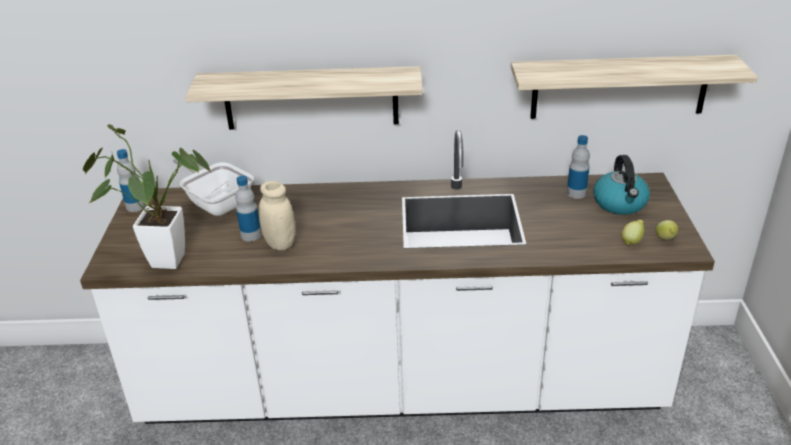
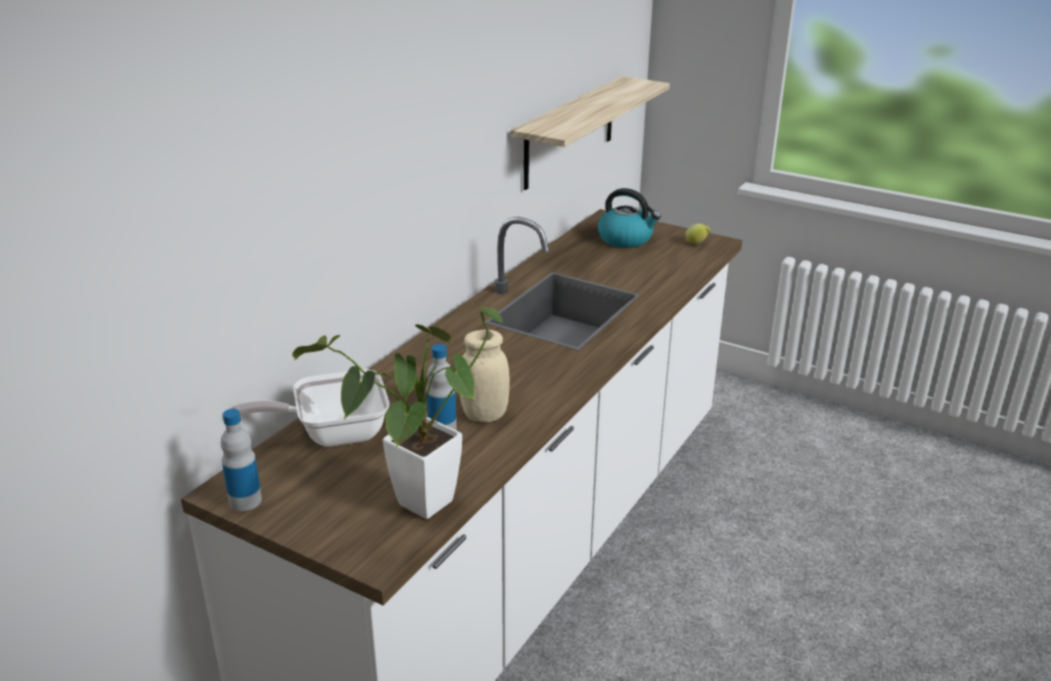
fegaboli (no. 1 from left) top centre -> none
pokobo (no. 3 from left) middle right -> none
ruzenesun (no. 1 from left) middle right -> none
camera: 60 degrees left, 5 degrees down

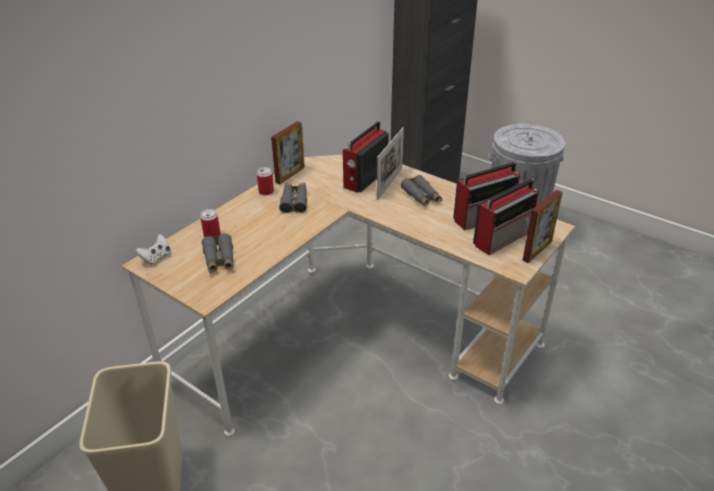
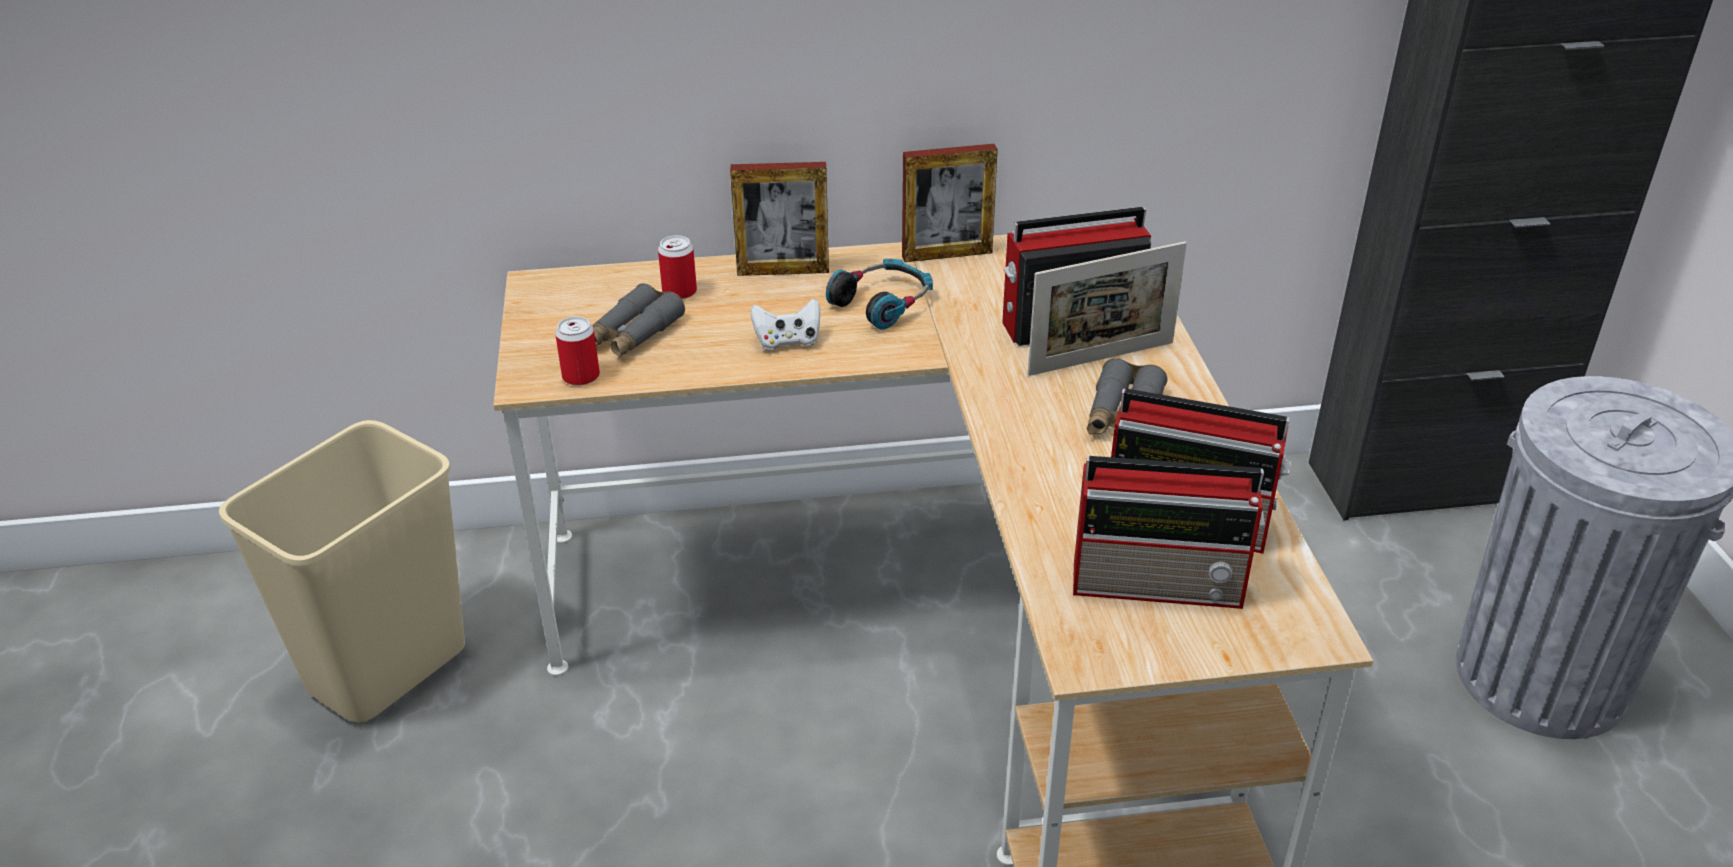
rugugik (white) middle left -> rugugik (white) centre, relocated
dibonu (no. 2 from left in the first image) centre -> dibonu (no. 1 from left) middle left, relocated
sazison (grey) (no. 2 from left) centre -> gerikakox centre
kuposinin (no. 3 from left in the first image) middle right -> kuposinin (no. 1 from left) top centre, relocated
camera: 45 degrees right, 0 degrees up

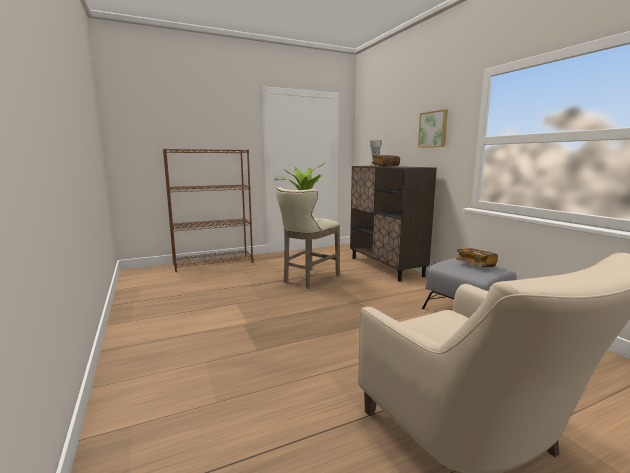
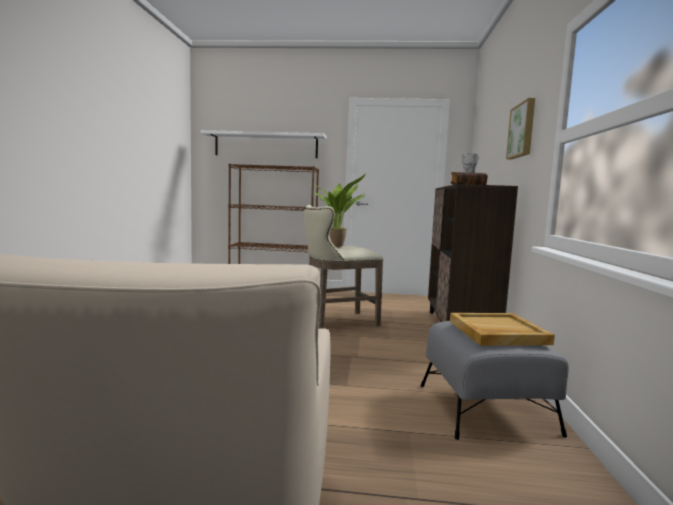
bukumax (no. 2 from left) middle right -> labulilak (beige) middle right
none -> fegaboli (white) top centre
camera: 30 degrees right, 5 degrees down

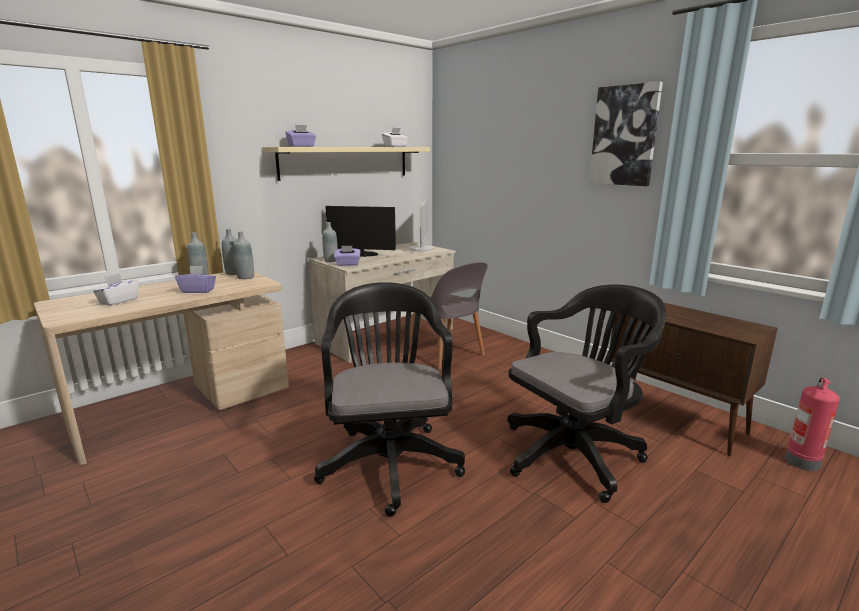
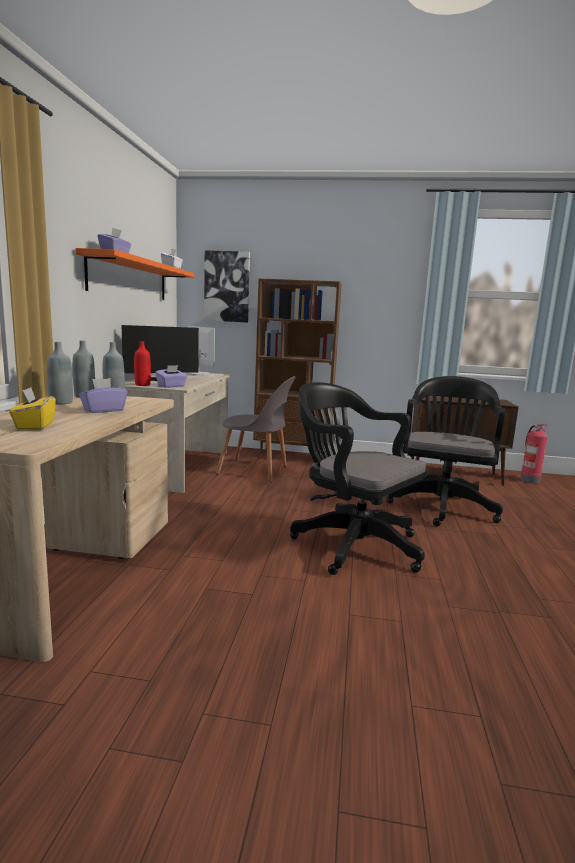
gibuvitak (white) (no. 1 from left) middle left -> gibuvitak (yellow) middle left
fegaboli (beige) top centre -> fegaboli (orange) top left
pokobo (grey) (no. 4 from left) centre -> pokobo (red) middle left
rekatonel top right -> rekatonel top centre, relocated
none -> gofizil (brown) centre
camera: 40 degrees left, 5 degrees down

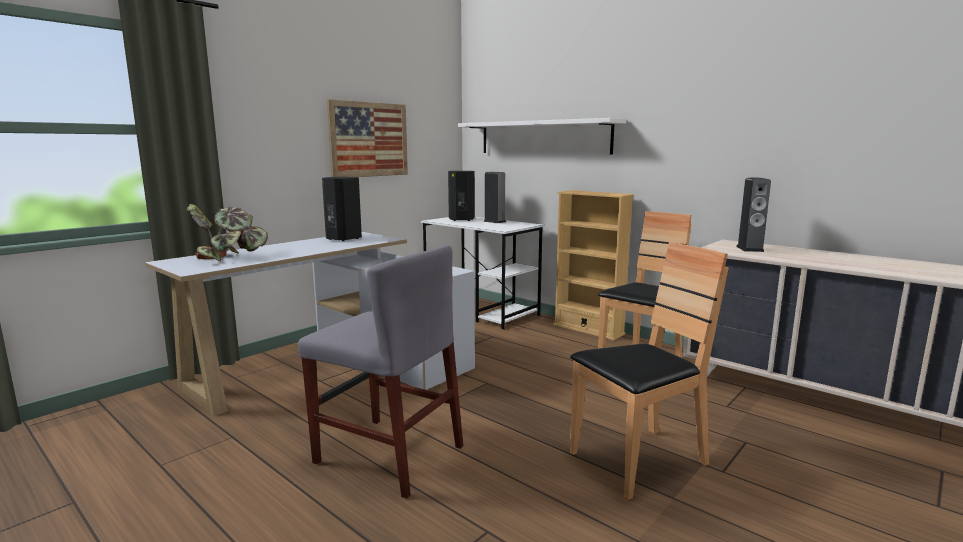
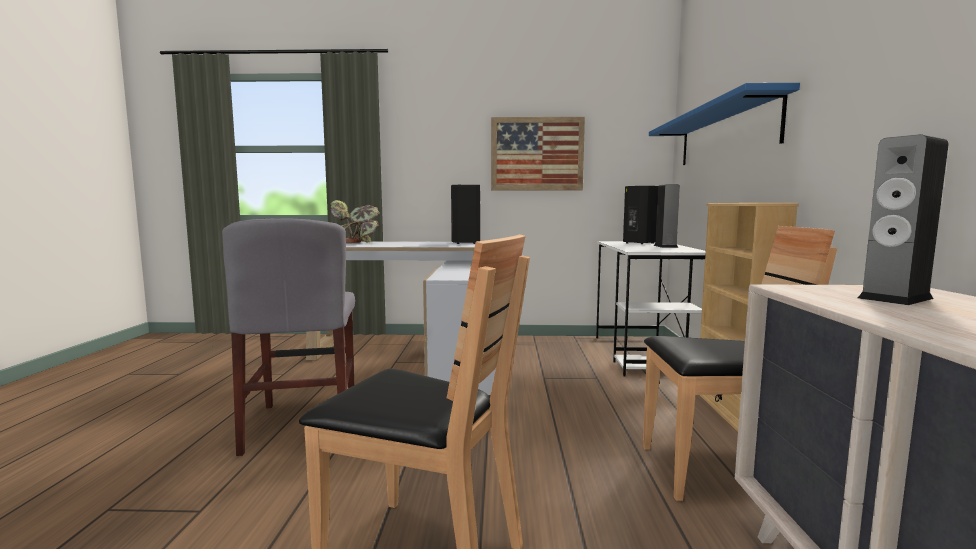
fegaboli (white) top centre -> fegaboli (blue) top right
camera: 50 degrees right, 5 degrees down

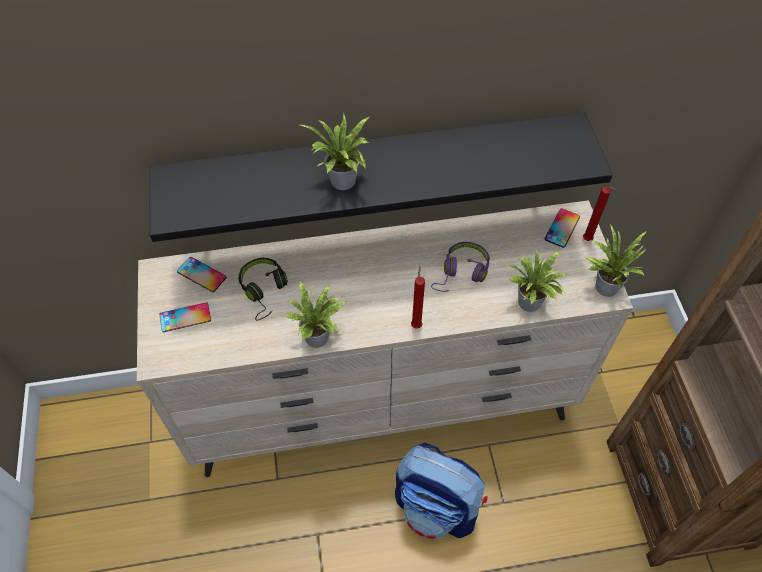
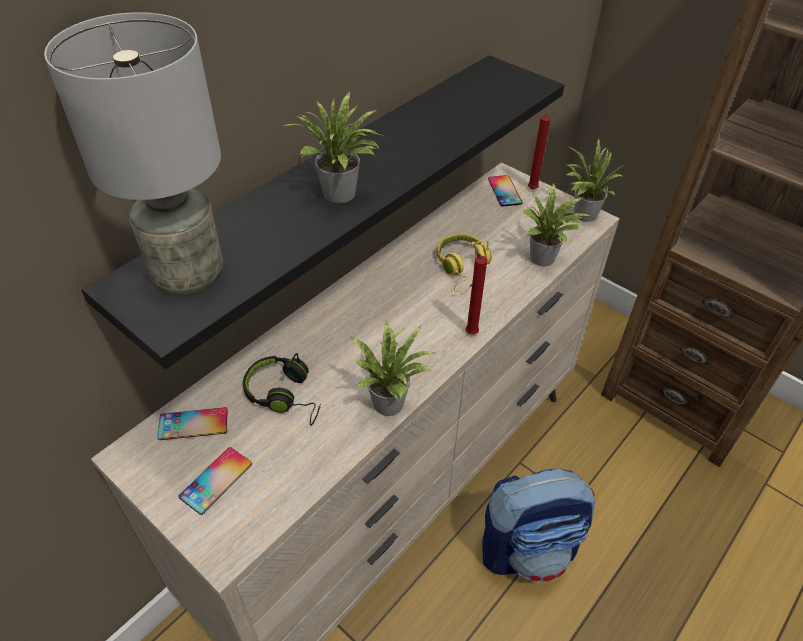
gerikakox (purple) centre -> gerikakox (yellow) centre
none -> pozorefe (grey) top left
camera: 40 degrees left, 10 degrees down

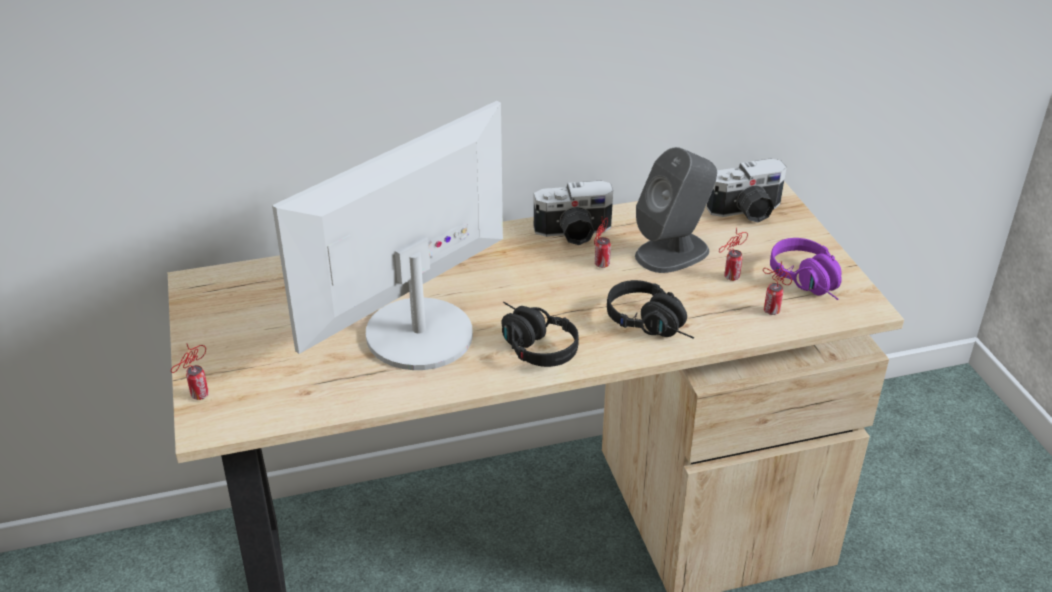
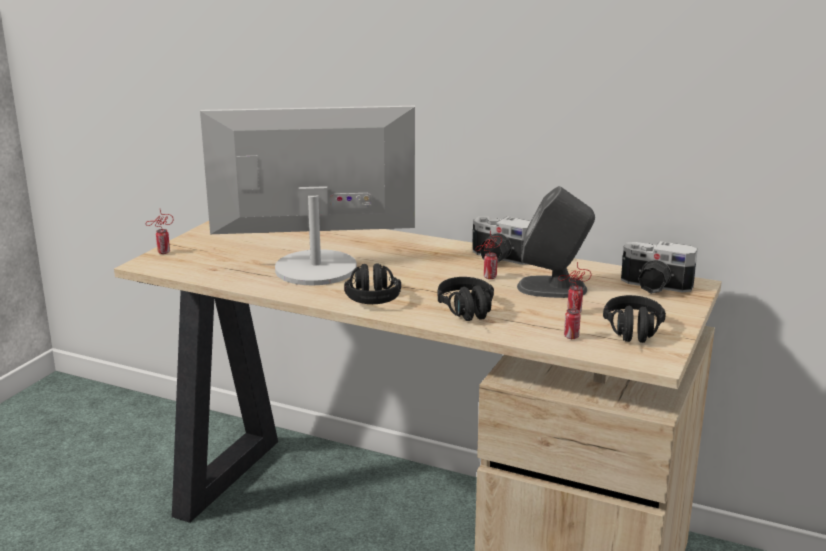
gerikakox (purple) middle right -> gerikakox (black) (no. 3 from left) middle right
camera: 40 degrees right, 15 degrees down

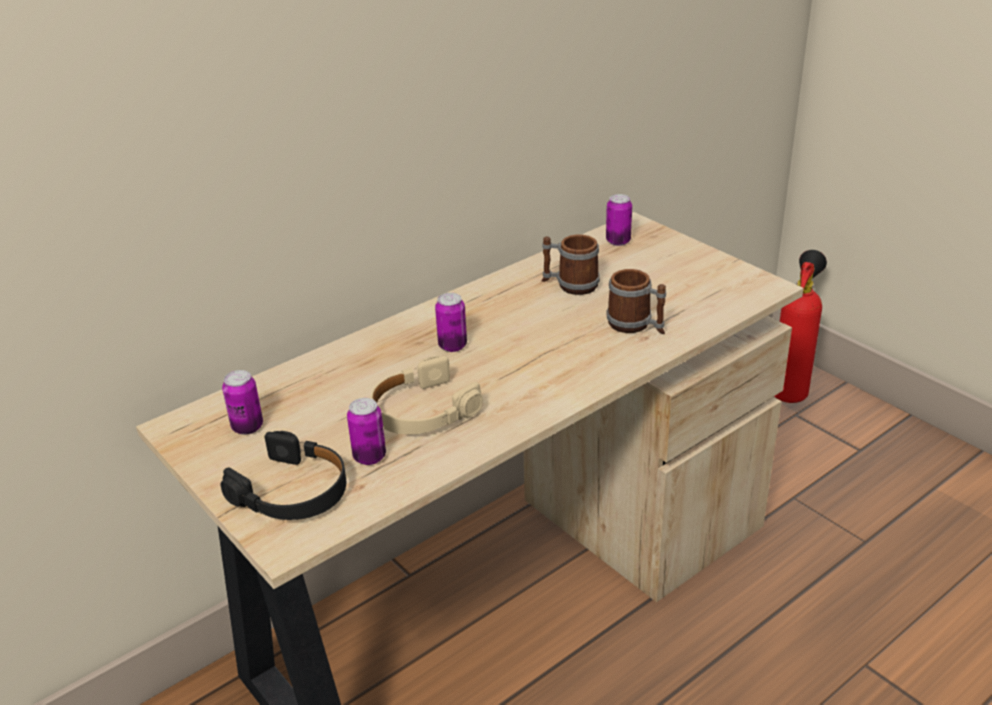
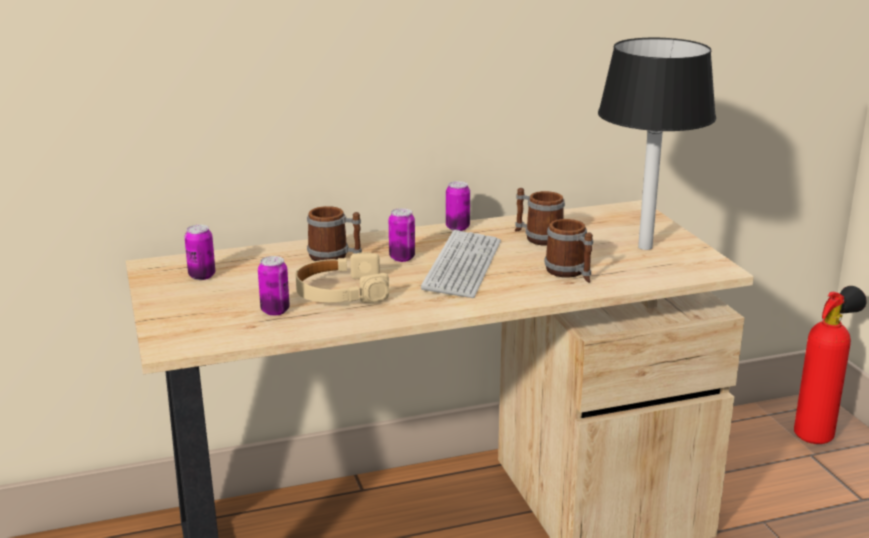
gerikakox (black) bottom left -> none
dibonu (no. 4 from left) top centre -> dibonu (no. 4 from left) centre, relocated
none -> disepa (no. 1 from left) centre
none -> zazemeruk centre
none -> pozorefe (black) top right
camera: 20 degrees right, 10 degrees down

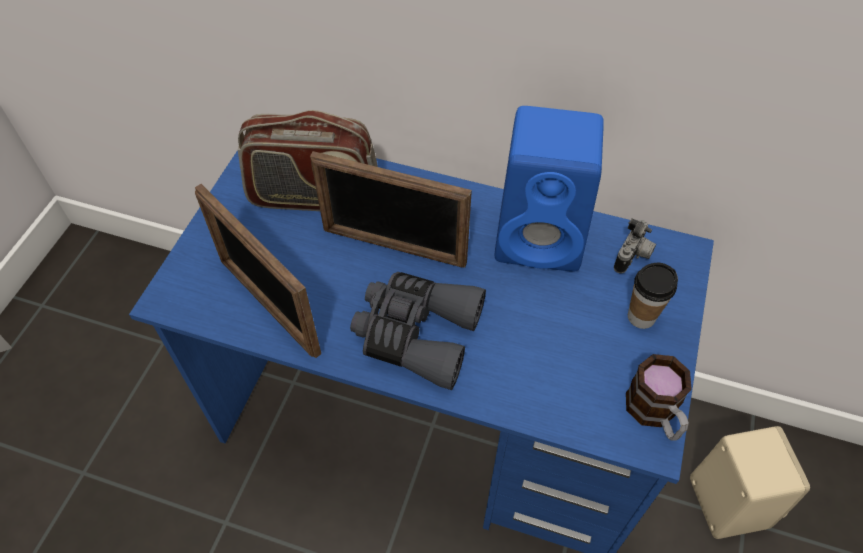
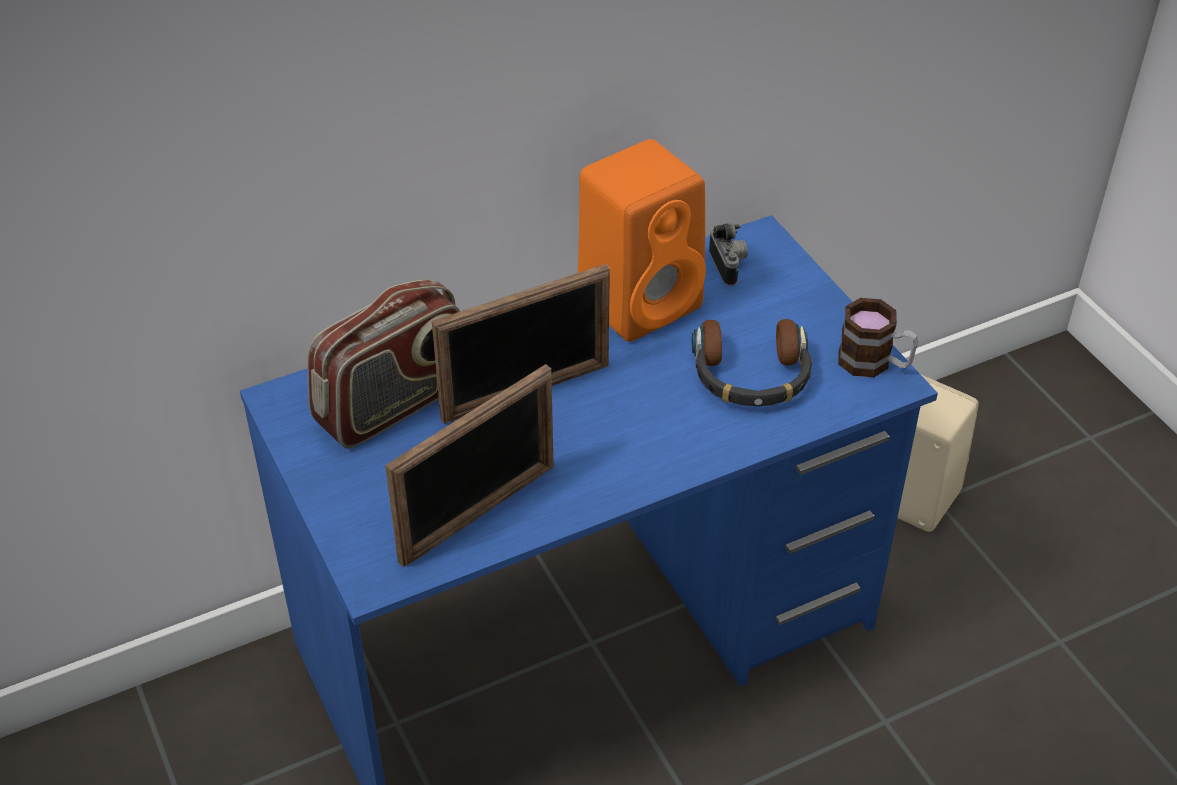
kuposinin (no. 1 from left) middle left -> kuposinin (no. 1 from left) centre, 45 degrees counterclockwise
sazison (grey) centre -> none
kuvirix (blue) centre -> kuvirix (orange) top centre
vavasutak middle right -> none
none -> gerikakox centre
camera: 45 degrees left, 10 degrees down

